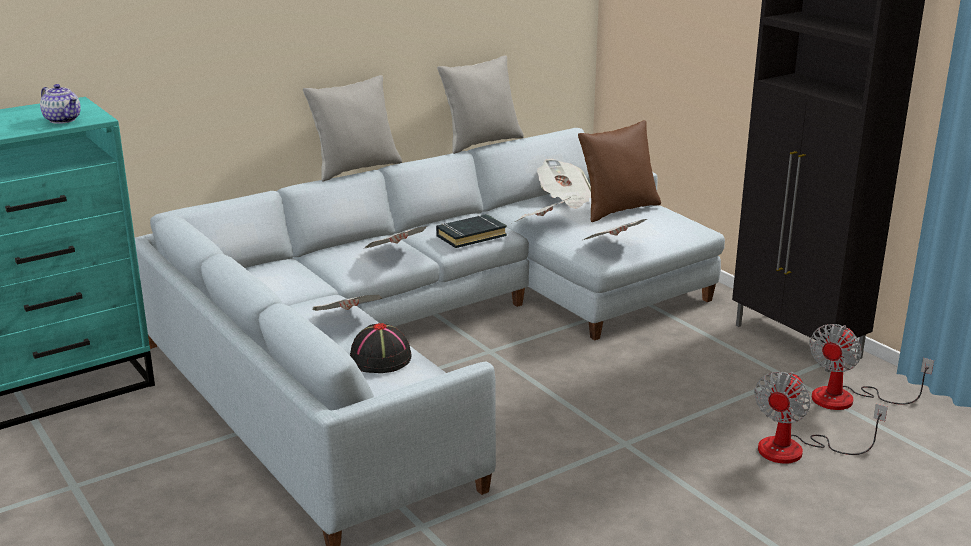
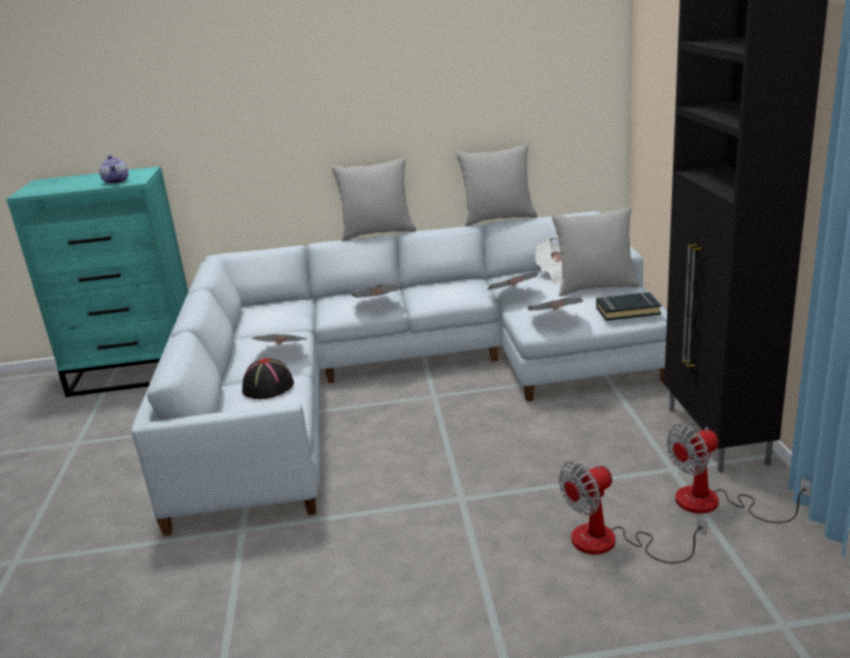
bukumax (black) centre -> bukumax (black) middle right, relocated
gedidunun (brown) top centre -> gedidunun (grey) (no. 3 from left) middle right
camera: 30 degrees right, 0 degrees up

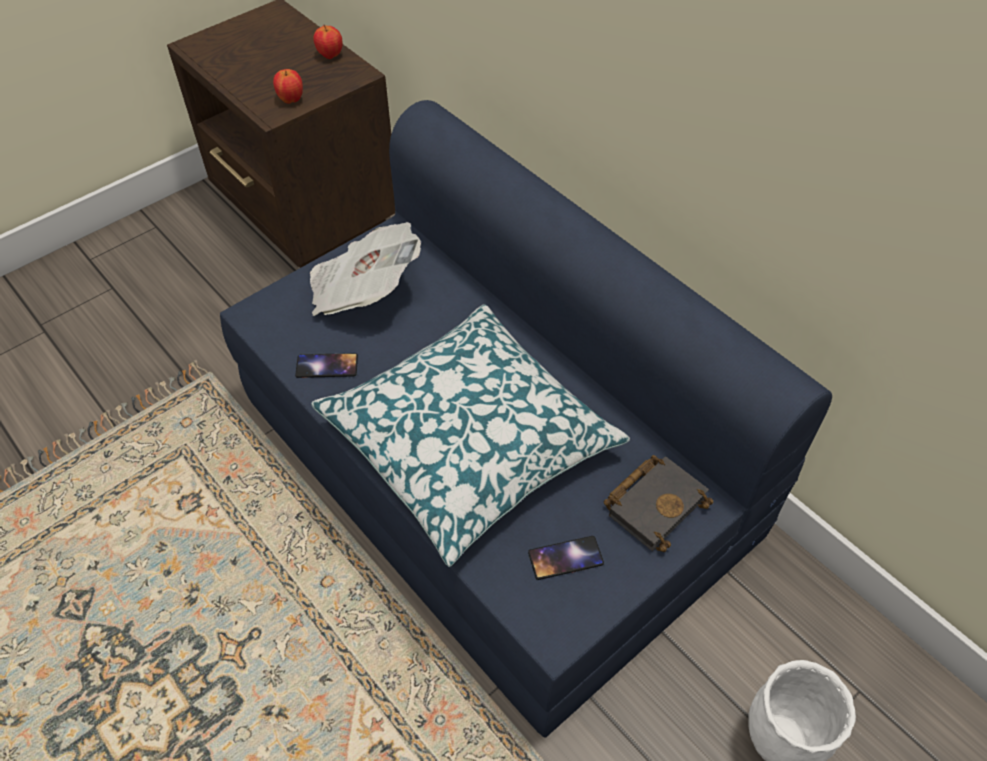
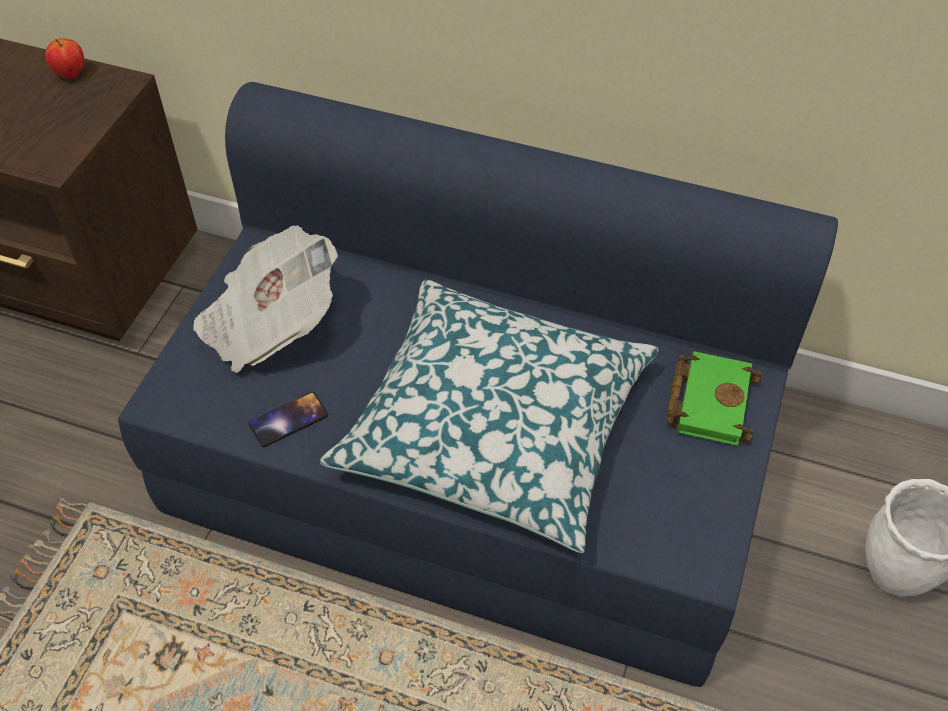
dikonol (no. 1 from left) top left -> none
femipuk (no. 2 from left) bottom centre -> none
bukumax (black) middle right -> bukumax (green) middle right
camera: 30 degrees left, 0 degrees up

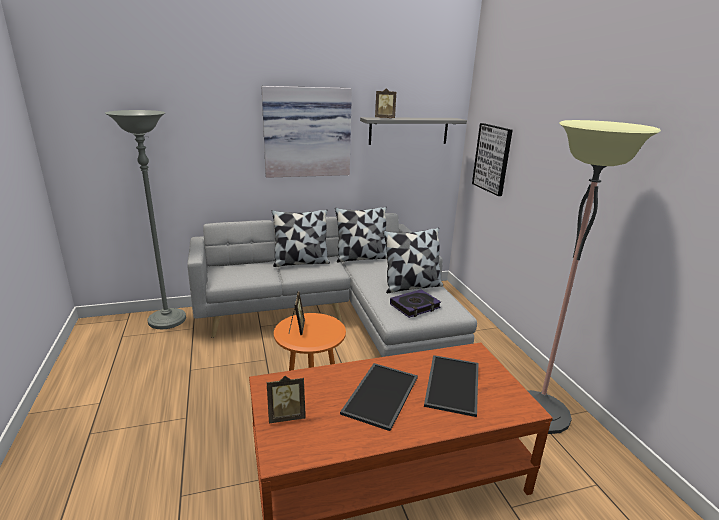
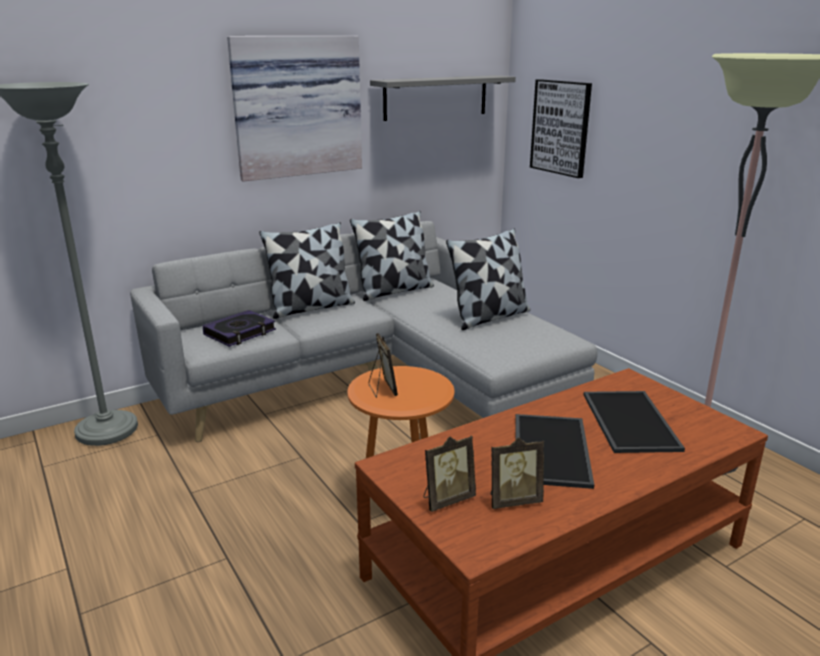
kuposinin (no. 3 from left) top centre -> kuposinin (no. 3 from left) bottom centre, relocated
bukumax centre -> bukumax middle left, relocated
camera: 15 degrees left, 0 degrees up

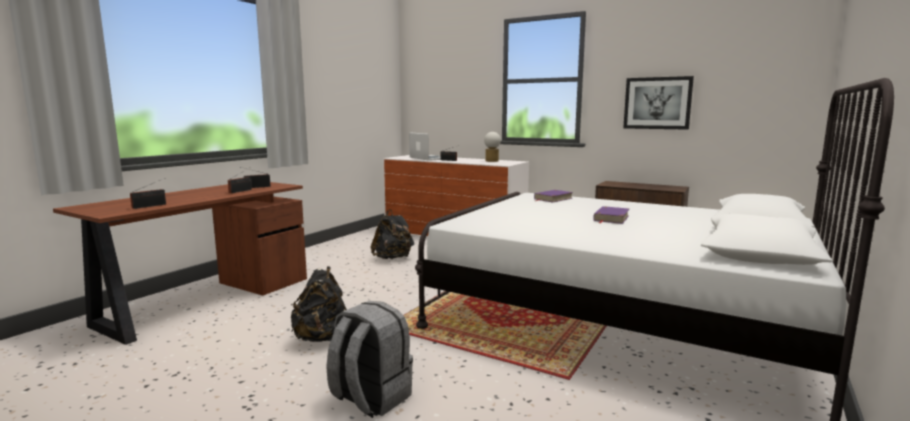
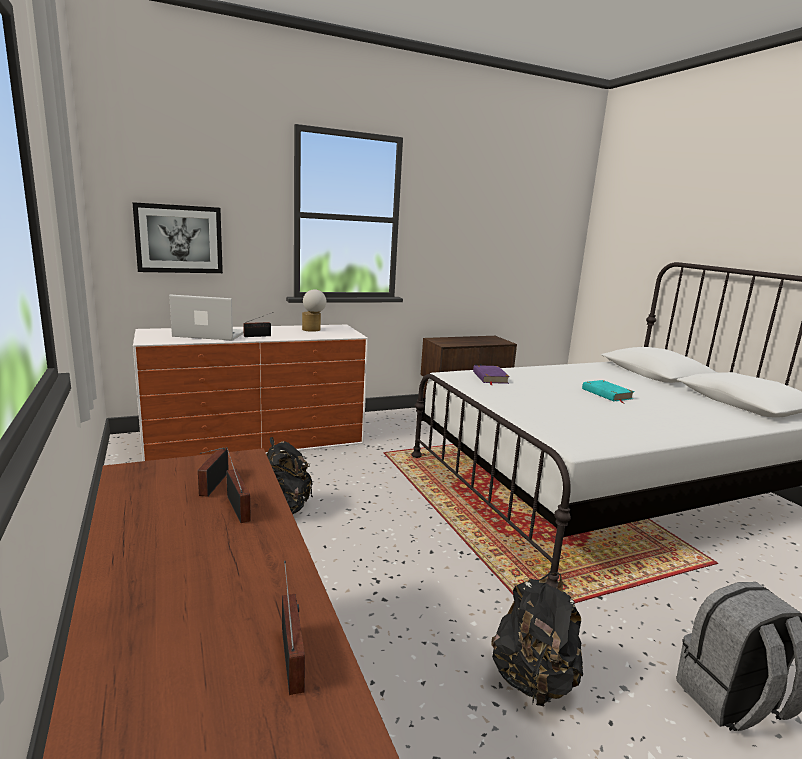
bukumax (purple) (no. 2 from left) middle right -> bukumax (turquoise) middle right
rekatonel top right -> rekatonel top left, relocated
camera: 55 degrees left, 5 degrees up

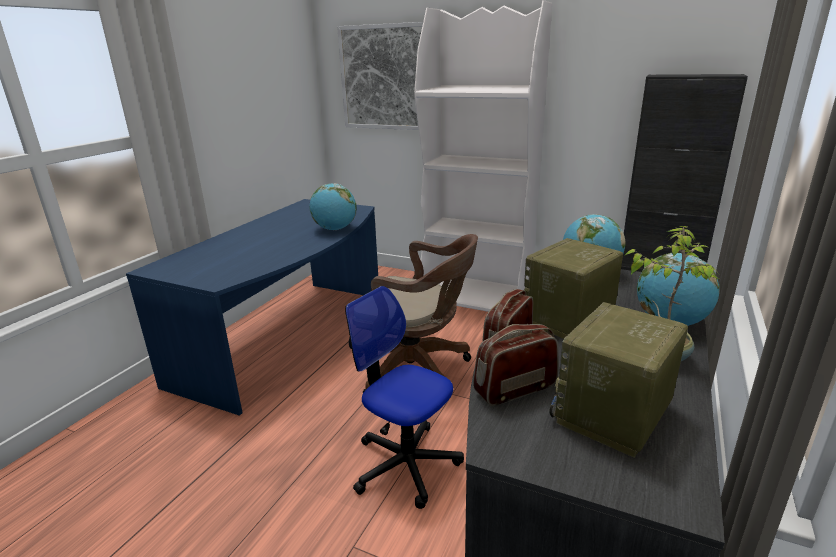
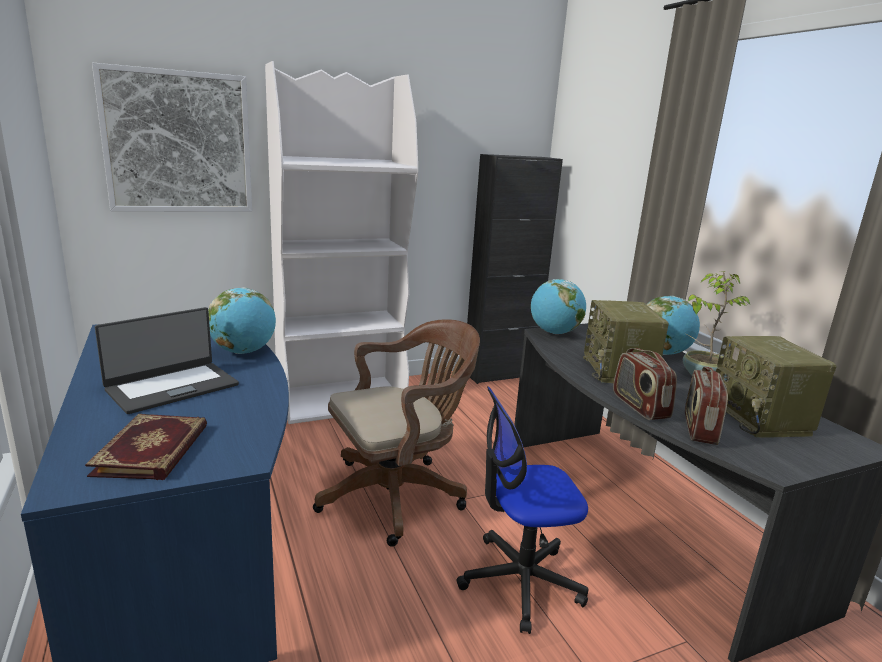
none -> bukumax bottom left
none -> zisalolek middle left
camera: 50 degrees left, 5 degrees down

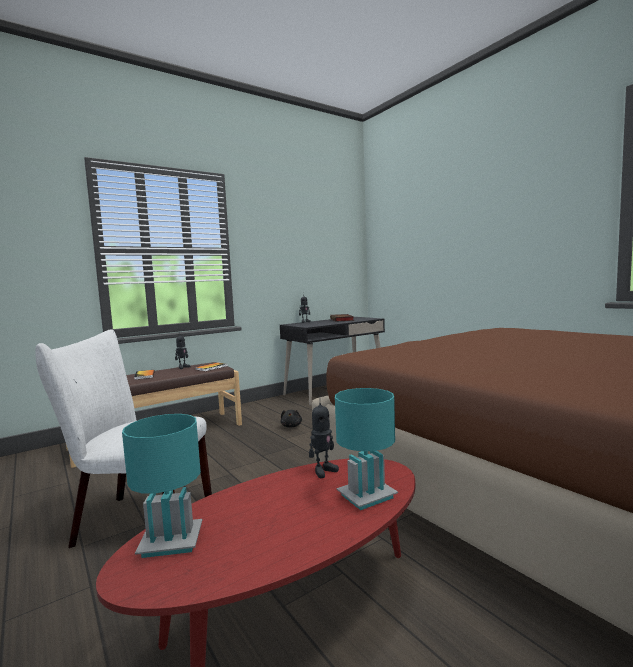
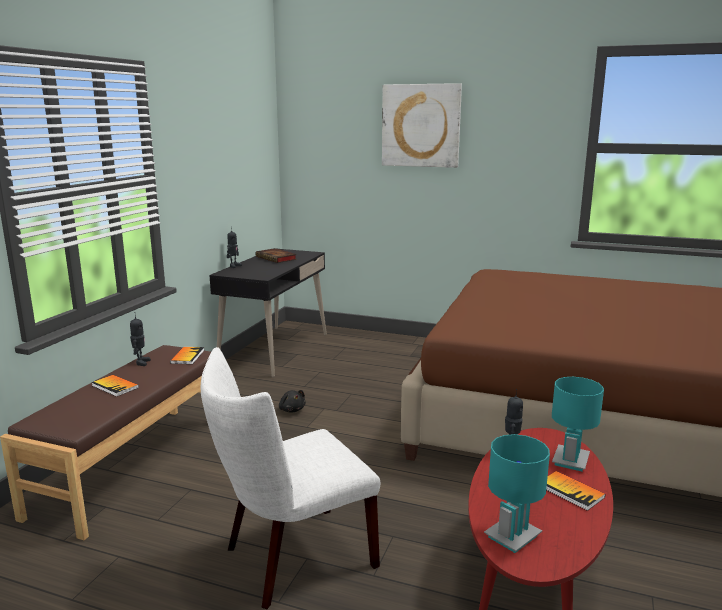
none -> rekatonel top centre
none -> bukumax (no. 4 from left) bottom right
camera: 35 degrees left, 10 degrees up

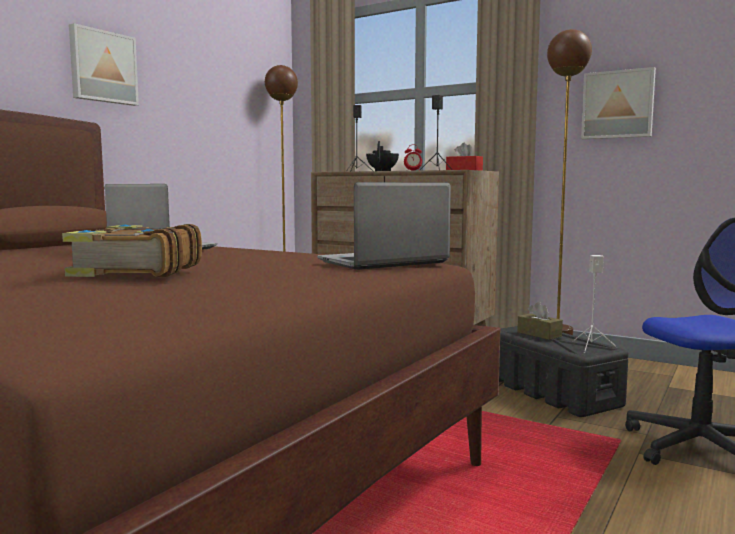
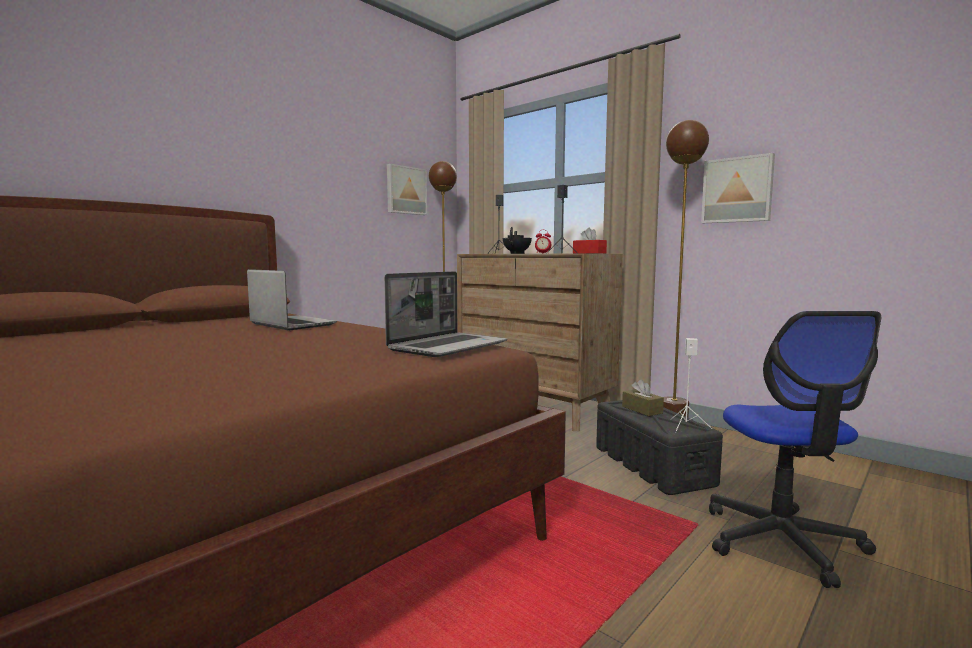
bukumax middle left -> none
rekatonel (no. 1 from left) top left -> rekatonel (no. 1 from left) top centre, relocated
zisalolek (no. 2 from left) centre, 150 degrees clockwise
camera: 10 degrees right, 0 degrees up

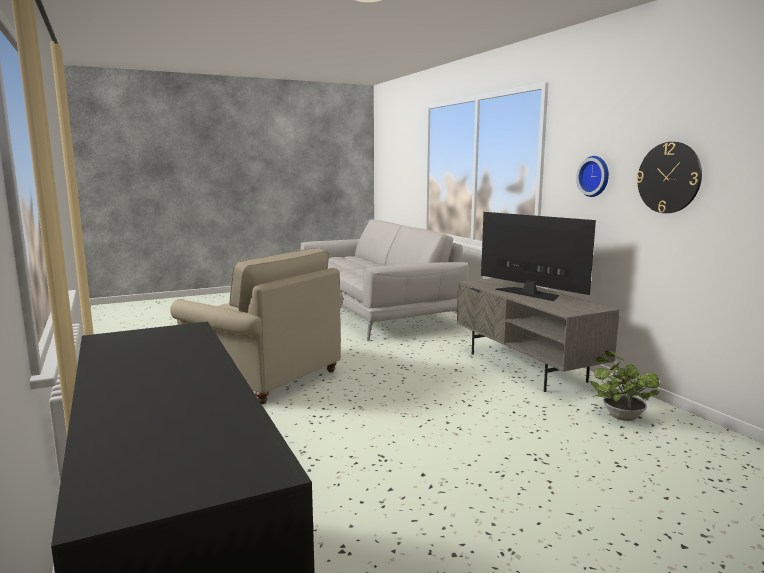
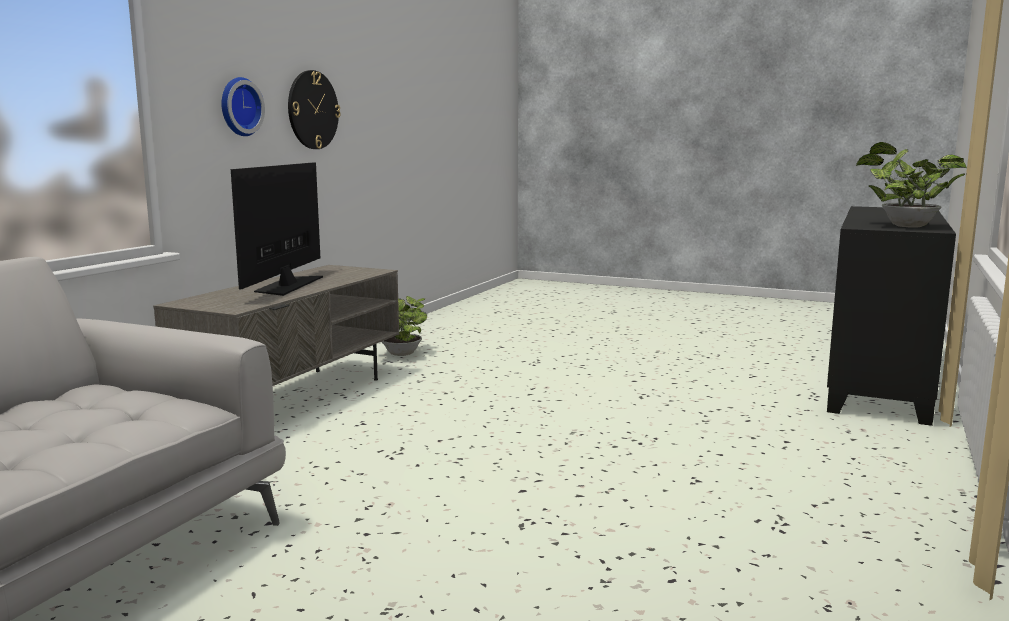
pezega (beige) centre -> none
none -> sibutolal (no. 2 from left) top right
camera: 130 degrees left, 0 degrees up

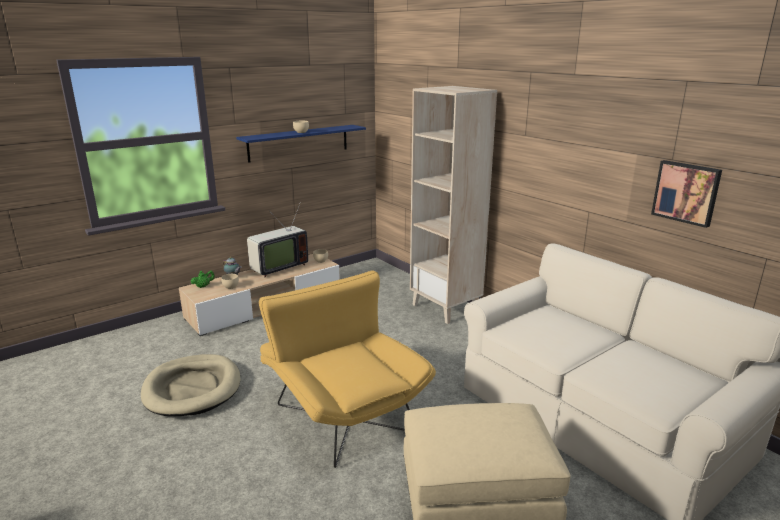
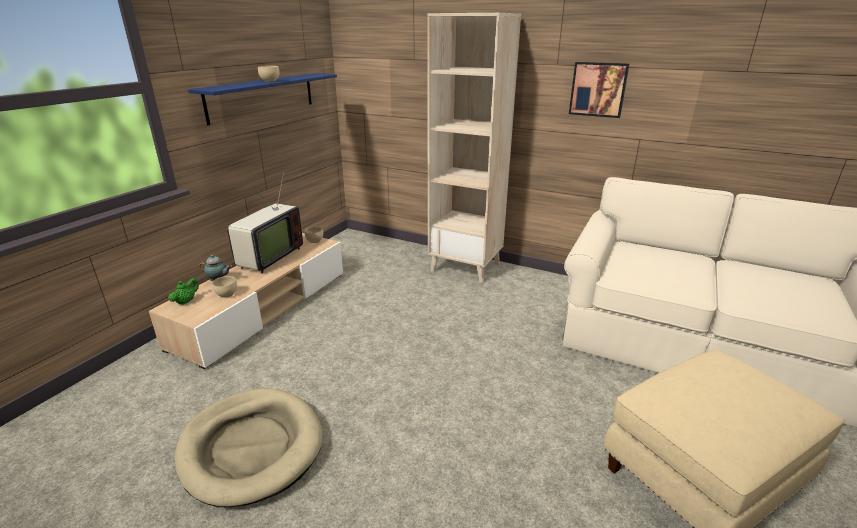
pezega (yellow) bottom centre -> none
rekatonel middle right -> rekatonel top right, relocated
camera: 25 degrees left, 5 degrees up

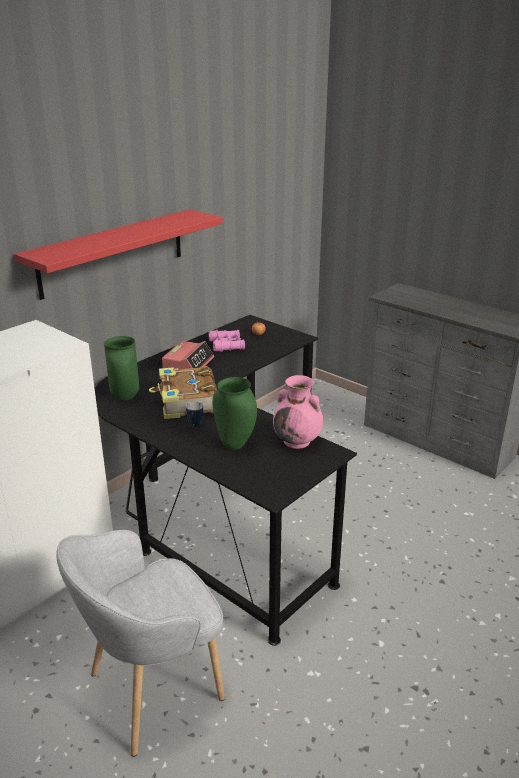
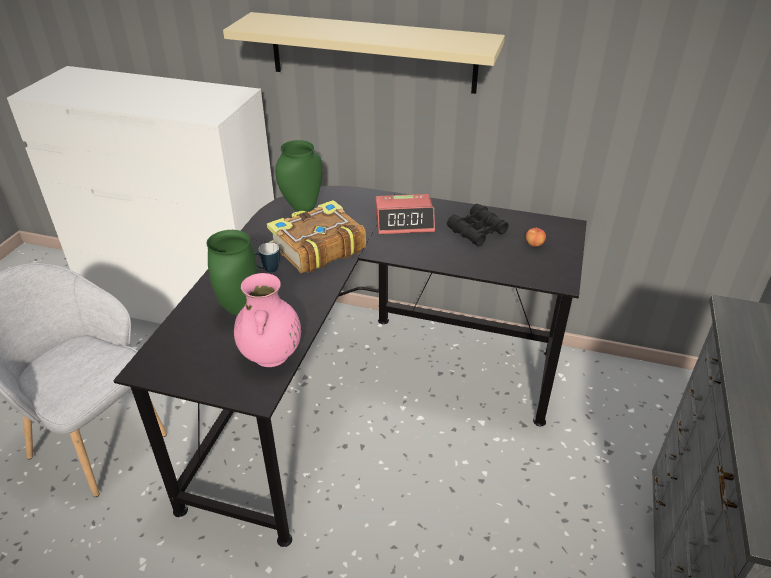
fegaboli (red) top left -> fegaboli (beige) top centre
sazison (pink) centre -> sazison (black) centre
camera: 65 degrees right, 10 degrees up

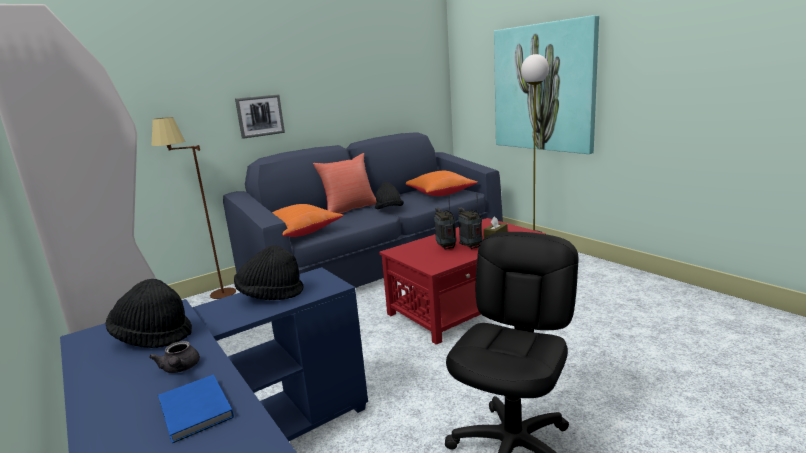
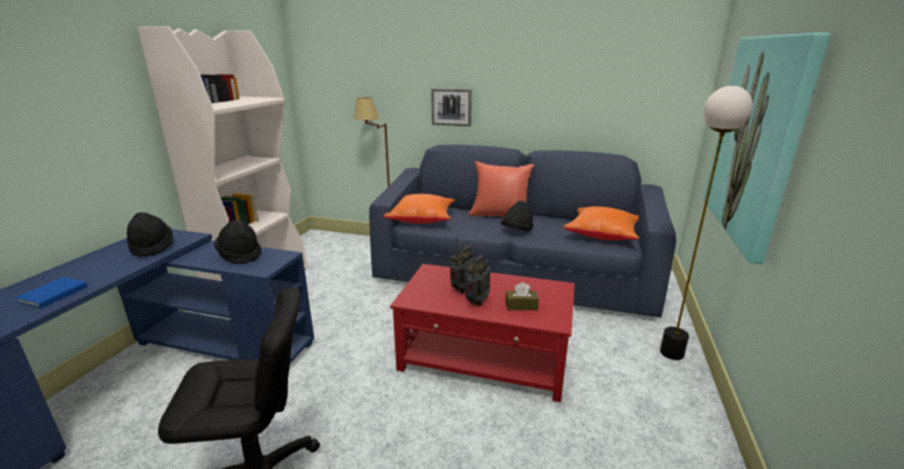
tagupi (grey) bottom left -> none
camera: 50 degrees right, 5 degrees up

